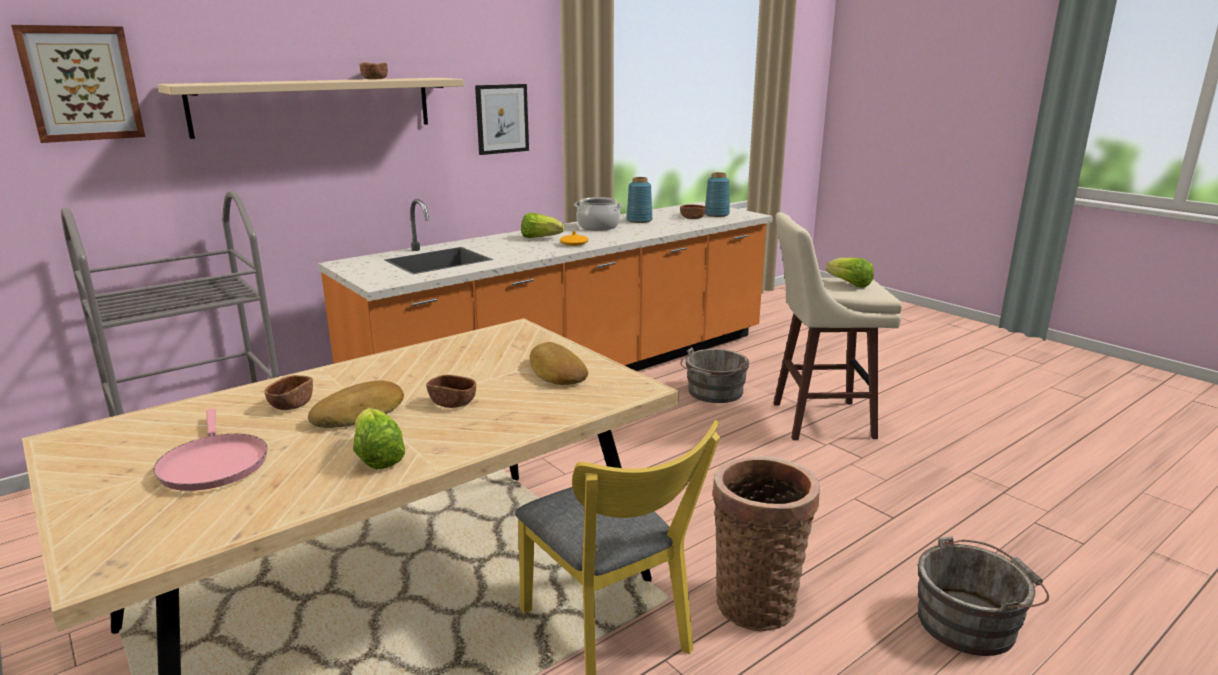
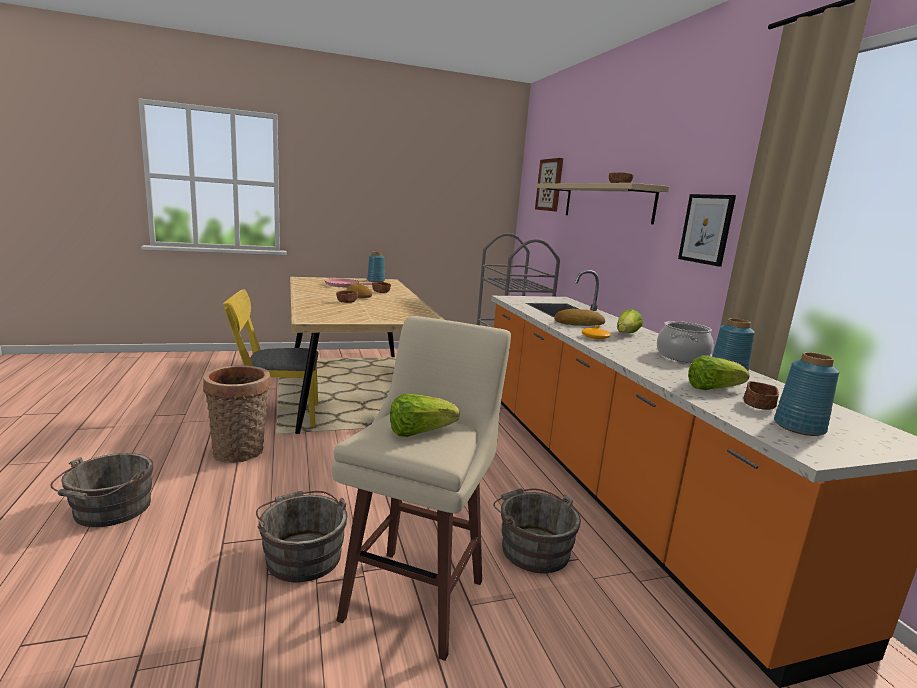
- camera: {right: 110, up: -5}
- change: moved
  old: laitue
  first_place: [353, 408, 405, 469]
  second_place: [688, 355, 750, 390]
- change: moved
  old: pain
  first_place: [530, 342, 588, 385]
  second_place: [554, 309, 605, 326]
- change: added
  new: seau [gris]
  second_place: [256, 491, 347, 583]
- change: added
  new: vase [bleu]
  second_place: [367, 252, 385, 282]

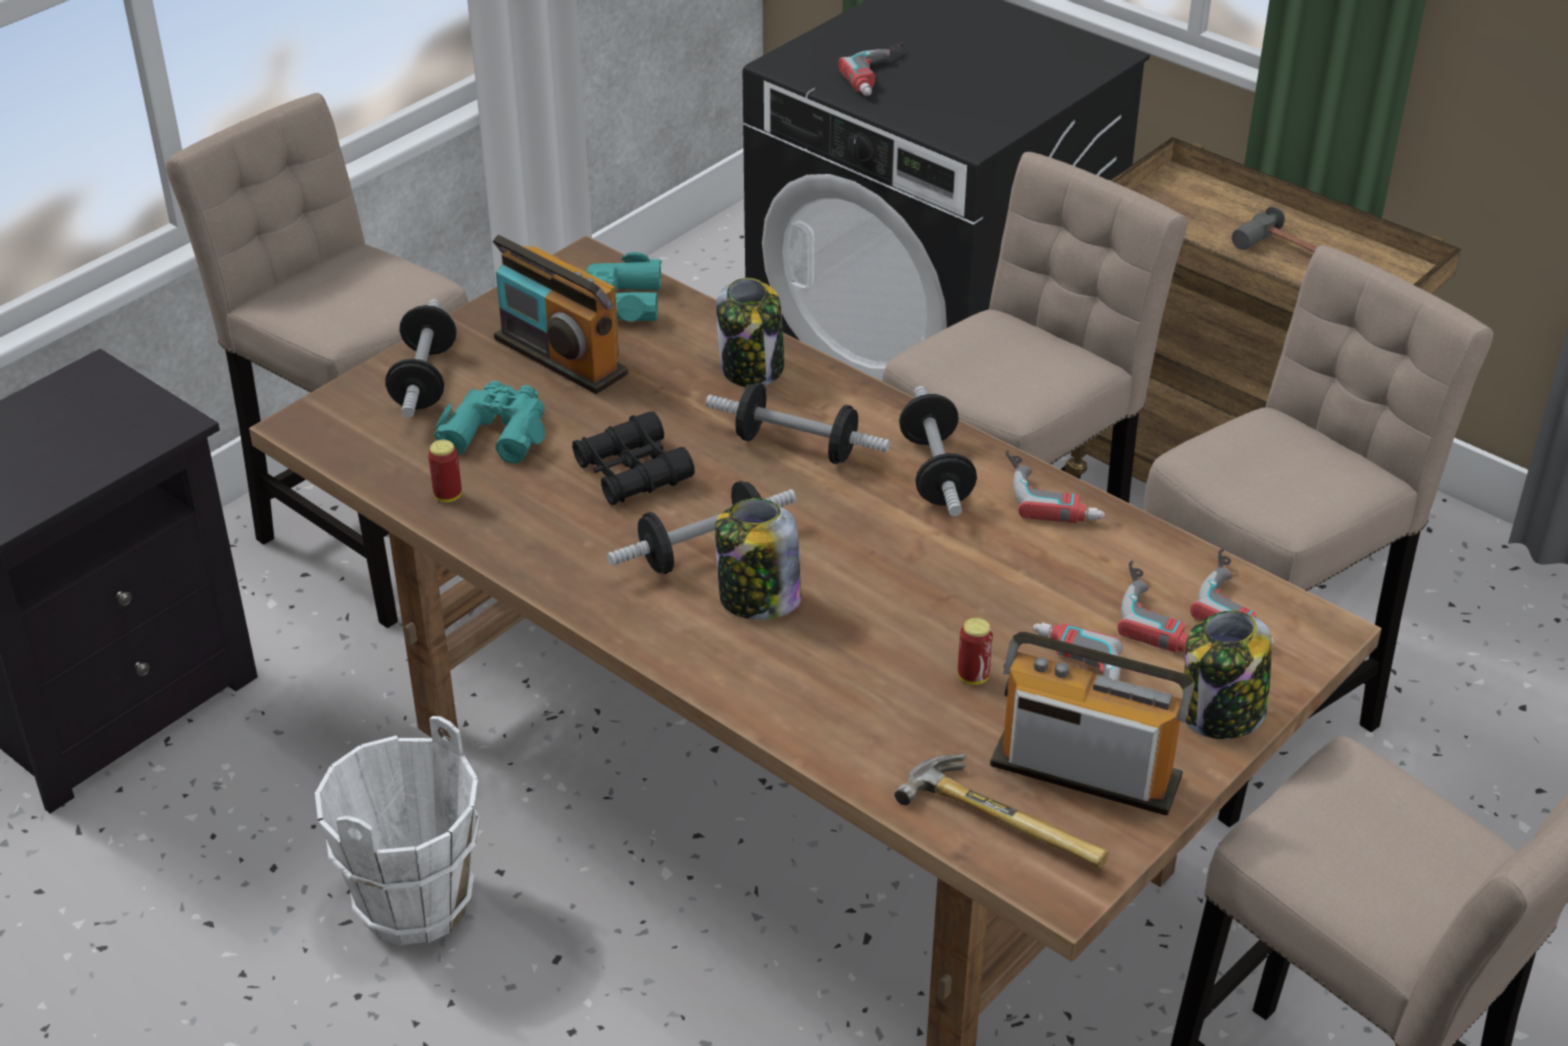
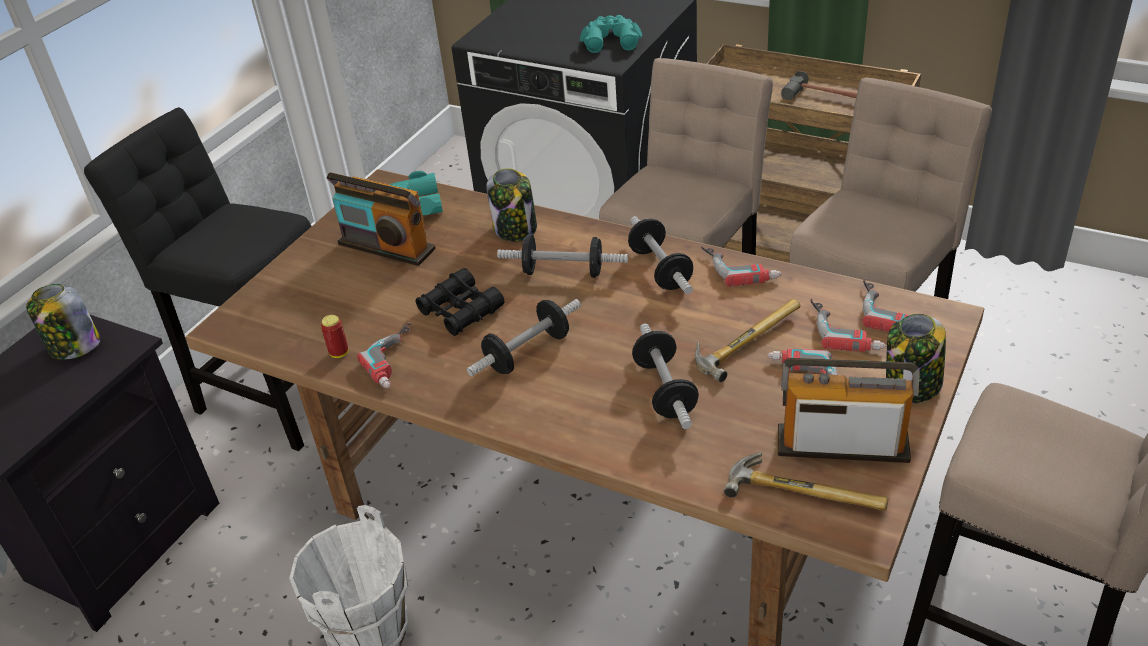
- camera: {right: -10, up: 0}
- change: recoloured
  old: tabouret [beige]
  new: tabouret [noir]
  first_place: [166, 93, 468, 628]
  second_place: [84, 107, 312, 451]
- change: moved
  old: haltère
  first_place: [385, 299, 457, 418]
  second_place: [632, 324, 699, 429]
- change: moved
  old: jumelles [turquoise]
  first_place: [434, 381, 545, 463]
  second_place: [580, 15, 642, 53]
- change: moved
  old: bocal
  first_place: [715, 498, 801, 620]
  second_place: [26, 284, 101, 360]
- change: moved
  old: perceuse
  first_place: [838, 43, 905, 96]
  second_place: [357, 322, 411, 388]
- change: removed
  old: boîte métallique
  first_place: [958, 618, 993, 685]
- change: added
  new: marteau
  second_place: [695, 299, 800, 382]

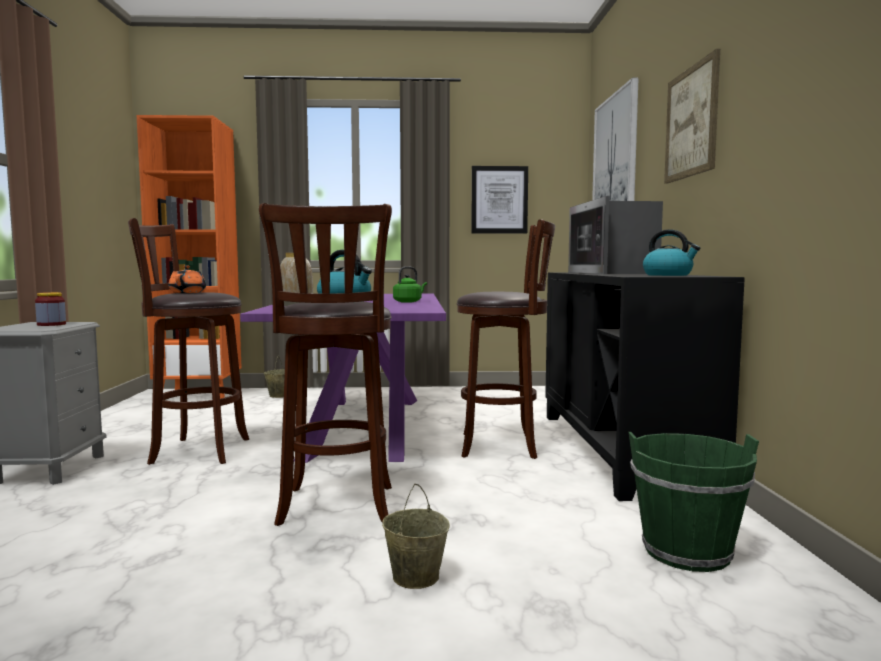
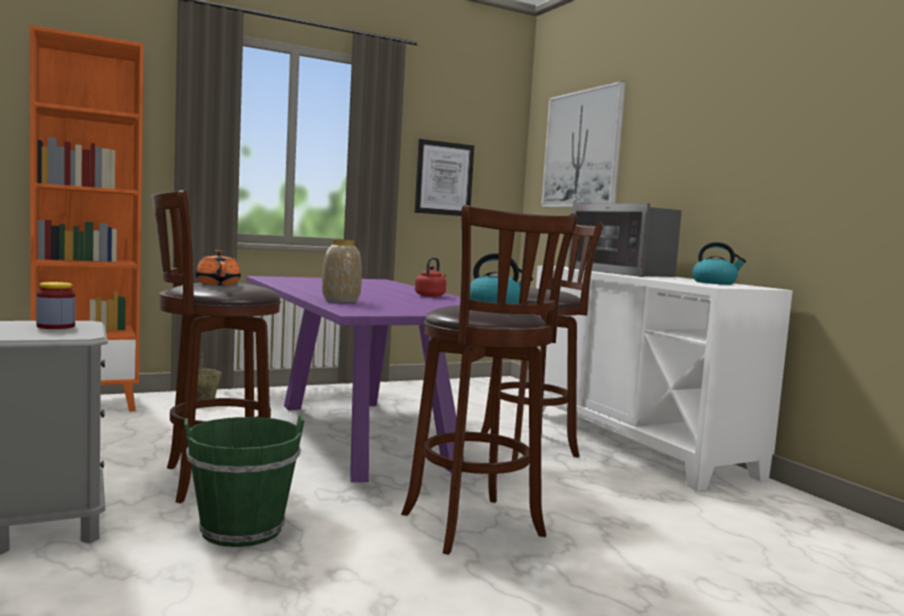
- camera: {right: -25, up: 0}
- change: removed
  old: seau [beige]
  first_place: [382, 484, 450, 589]
- change: recoloured
  old: bouilloire [vert]
  new: bouilloire [rouge]
  first_place: [393, 266, 427, 303]
  second_place: [415, 257, 446, 297]
- change: recoloured
  old: meuble de rangement [noir]
  new: meuble de rangement [blanc]
  first_place: [545, 272, 745, 501]
  second_place: [528, 266, 793, 491]
- change: moved
  old: seau [vert]
  first_place: [628, 432, 759, 572]
  second_place: [184, 415, 305, 547]
- change: removed
  old: tableau
  first_place: [664, 49, 720, 184]

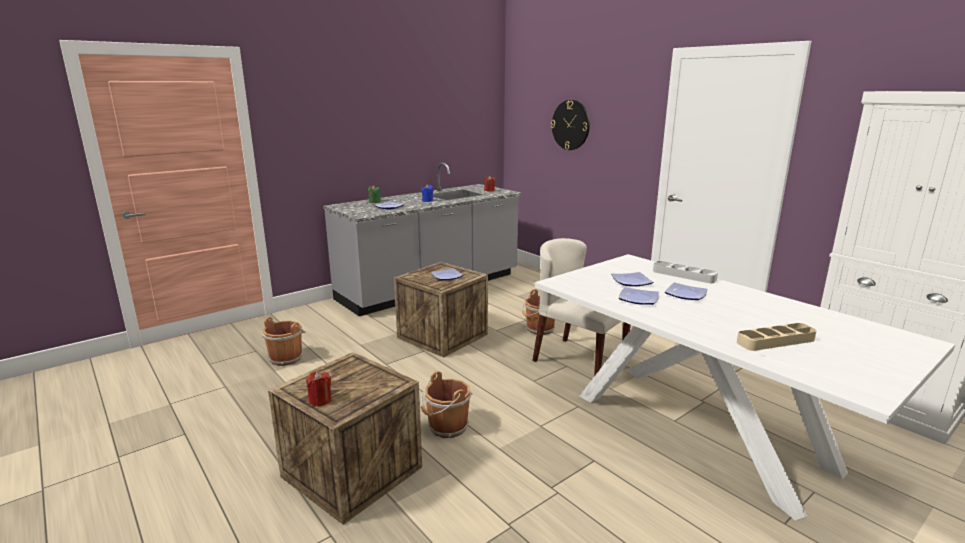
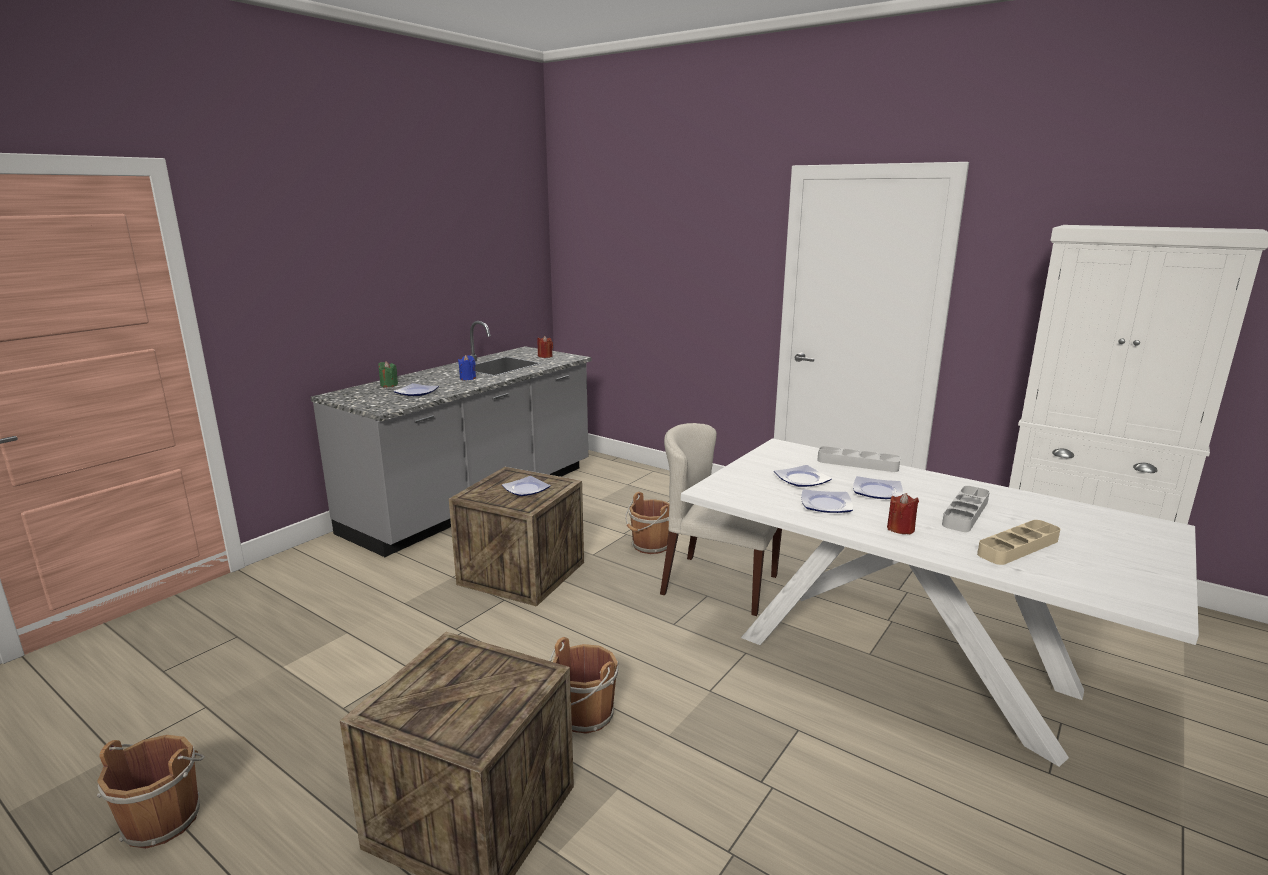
- camera: {right: -15, up: 0}
- change: moved
  old: seau [marron]
  first_place: [262, 317, 306, 366]
  second_place: [97, 735, 205, 849]
- change: moved
  old: bougie [rouge]
  first_place: [306, 371, 332, 407]
  second_place: [887, 493, 919, 534]
- change: removed
  old: horloge murale
  first_place: [551, 100, 590, 150]
- change: added
  new: plateau [gris]
  second_place: [942, 486, 990, 532]

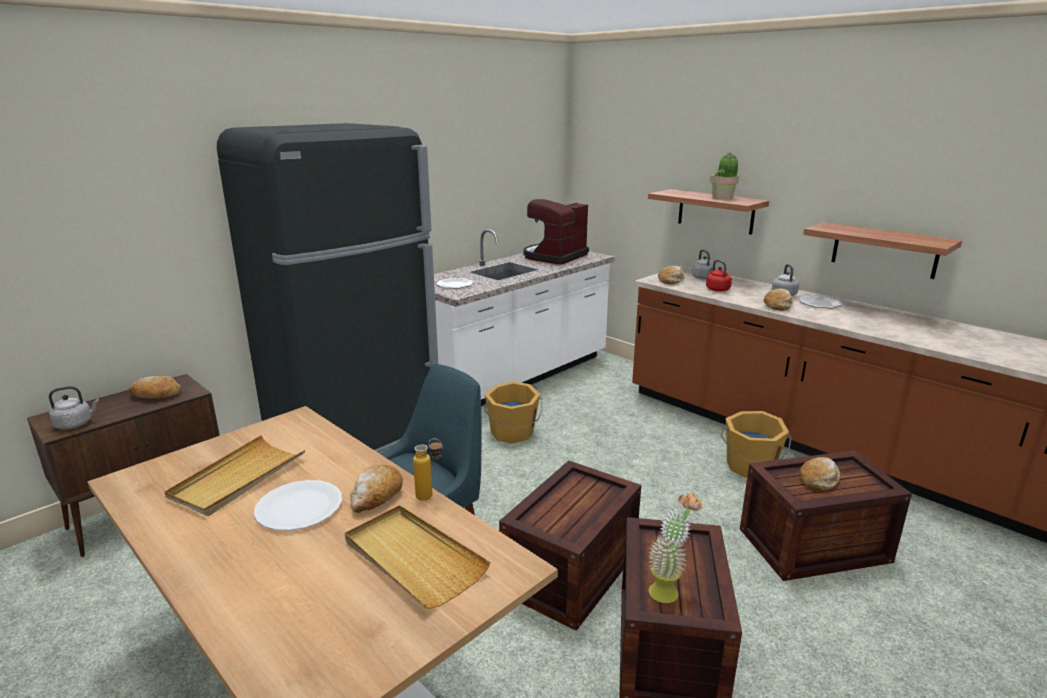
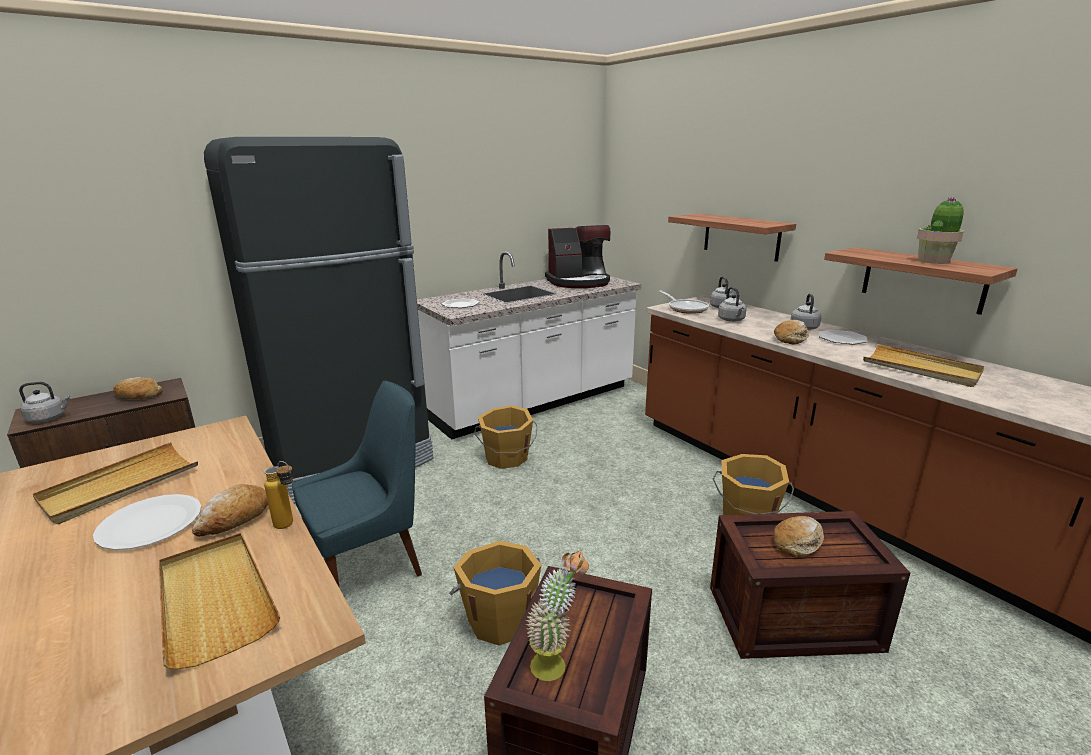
- camera: {right: 10, up: 0}
- change: replaced
  old: caisse
  new: seau [orange]
  first_place: [499, 460, 641, 631]
  second_place: [450, 541, 541, 646]
- change: turned
  old: machine à café
  first_place: [524, 199, 589, 265]
  second_place: [545, 225, 610, 288]
  degrees: -150
- change: replaced
  old: pain
  new: poêle
  first_place: [658, 266, 685, 285]
  second_place: [659, 290, 709, 314]
- change: recoloured
  old: bouilloire [rouge]
  new: bouilloire [gris]
  first_place: [706, 260, 732, 292]
  second_place: [718, 287, 746, 322]
- change: moved
  old: plante en pot
  first_place: [710, 152, 739, 200]
  second_place: [917, 197, 964, 264]
- change: added
  new: plateau [beige]
  second_place: [863, 344, 984, 387]

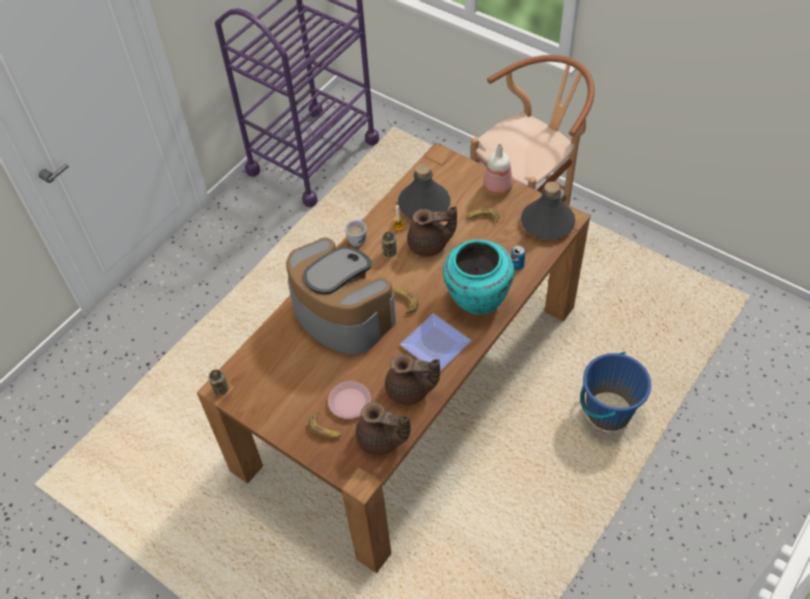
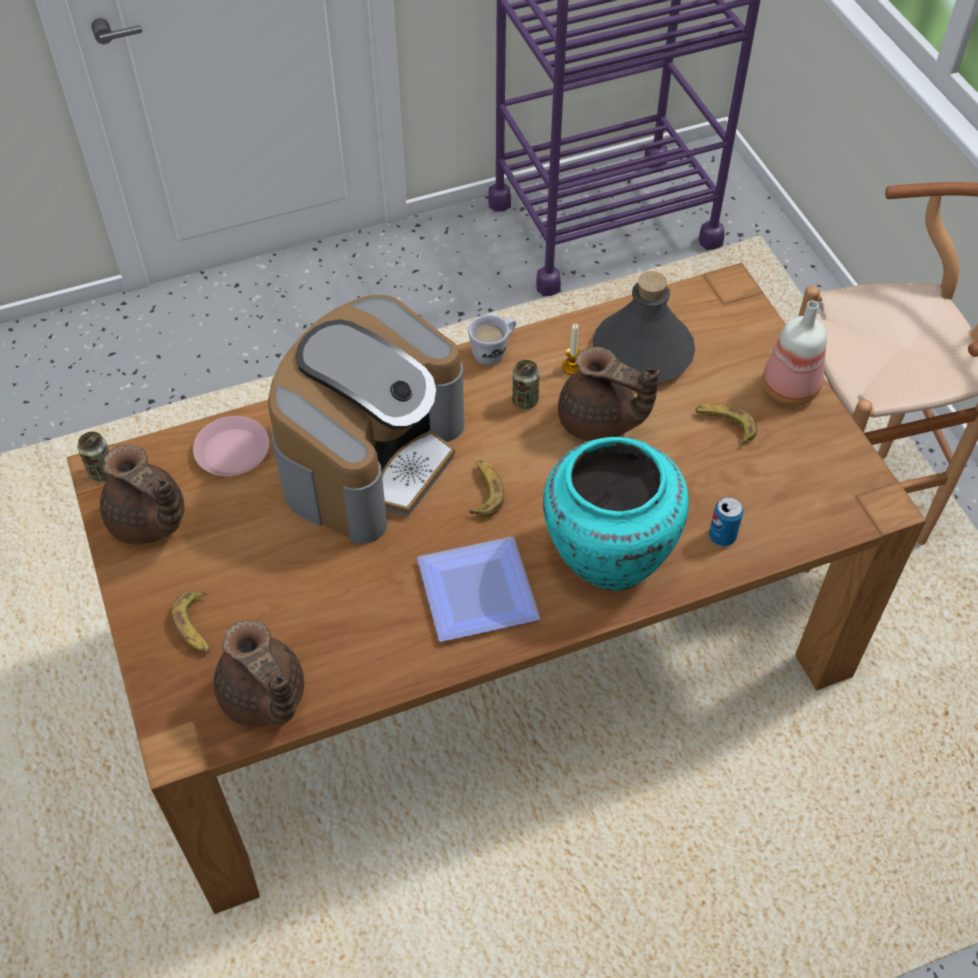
- camera: {right: 30, up: 0}
- change: turned
  old: machine à café
  first_place: [286, 237, 396, 354]
  second_place: [268, 295, 464, 544]
  degrees: 45
- change: moved
  old: assiette [rose]
  first_place: [328, 381, 371, 419]
  second_place: [193, 416, 270, 476]
- change: moved
  old: théière [marron]
  first_place: [385, 354, 440, 405]
  second_place: [100, 445, 184, 544]
- change: removed
  old: bouteille [gris]
  first_place: [521, 182, 575, 240]
- change: removed
  old: seau [bleu]
  first_place: [580, 352, 651, 431]

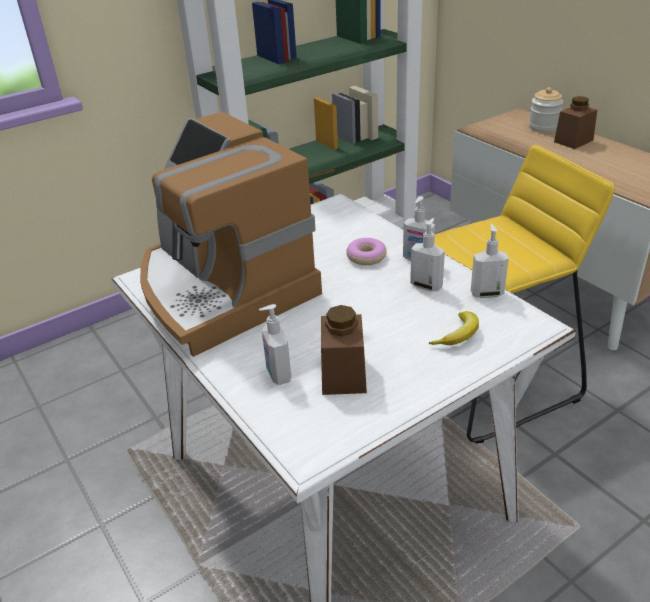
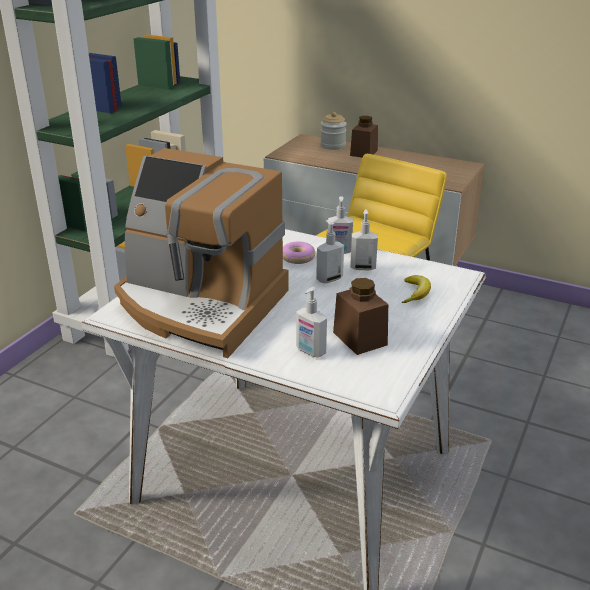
- camera: {right: -30, up: -5}
- change: moved
  old: distributeur de savon
  first_place: [471, 224, 509, 298]
  second_place: [316, 220, 344, 283]

